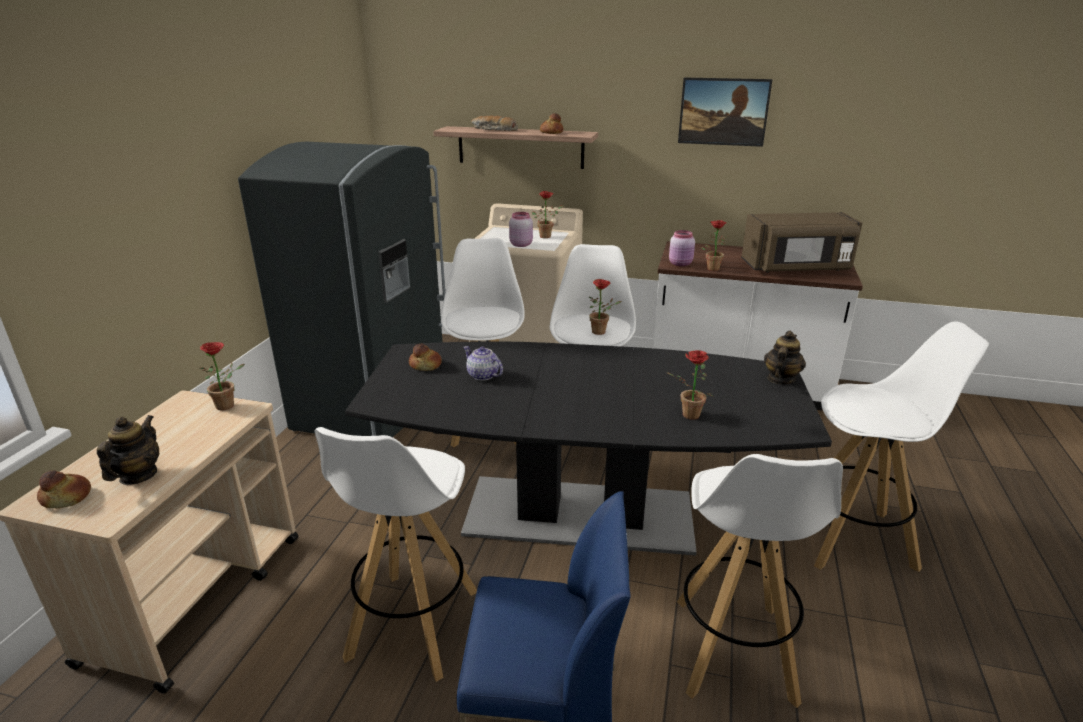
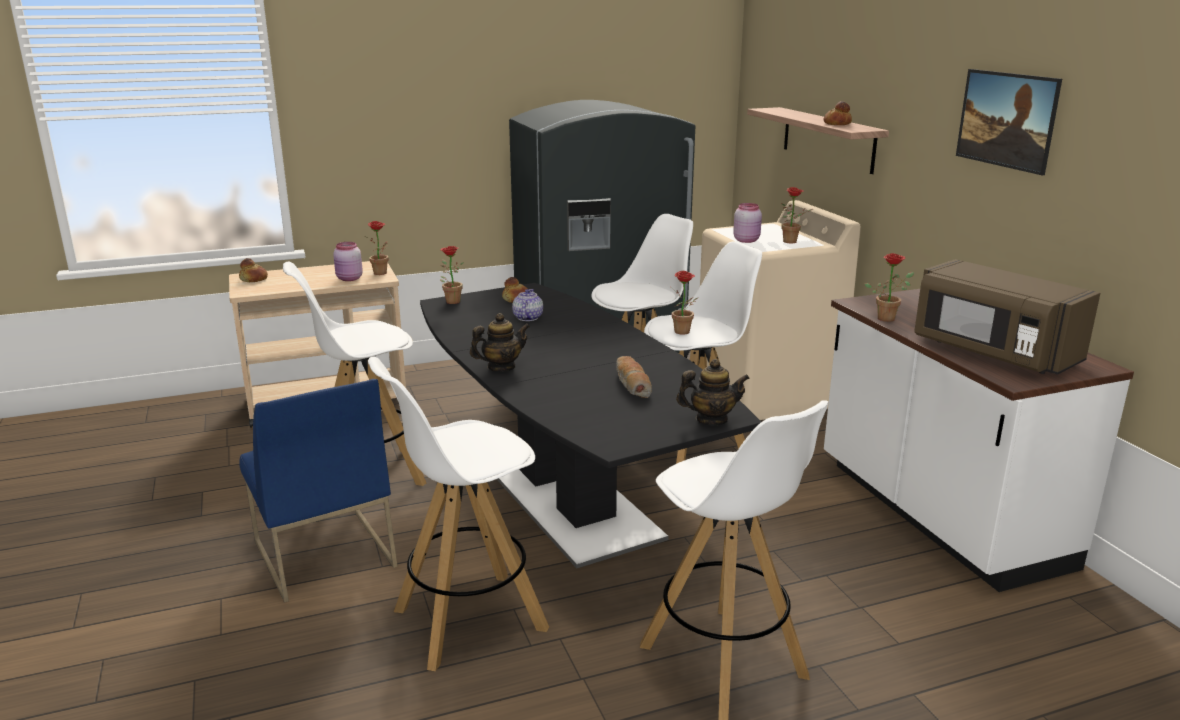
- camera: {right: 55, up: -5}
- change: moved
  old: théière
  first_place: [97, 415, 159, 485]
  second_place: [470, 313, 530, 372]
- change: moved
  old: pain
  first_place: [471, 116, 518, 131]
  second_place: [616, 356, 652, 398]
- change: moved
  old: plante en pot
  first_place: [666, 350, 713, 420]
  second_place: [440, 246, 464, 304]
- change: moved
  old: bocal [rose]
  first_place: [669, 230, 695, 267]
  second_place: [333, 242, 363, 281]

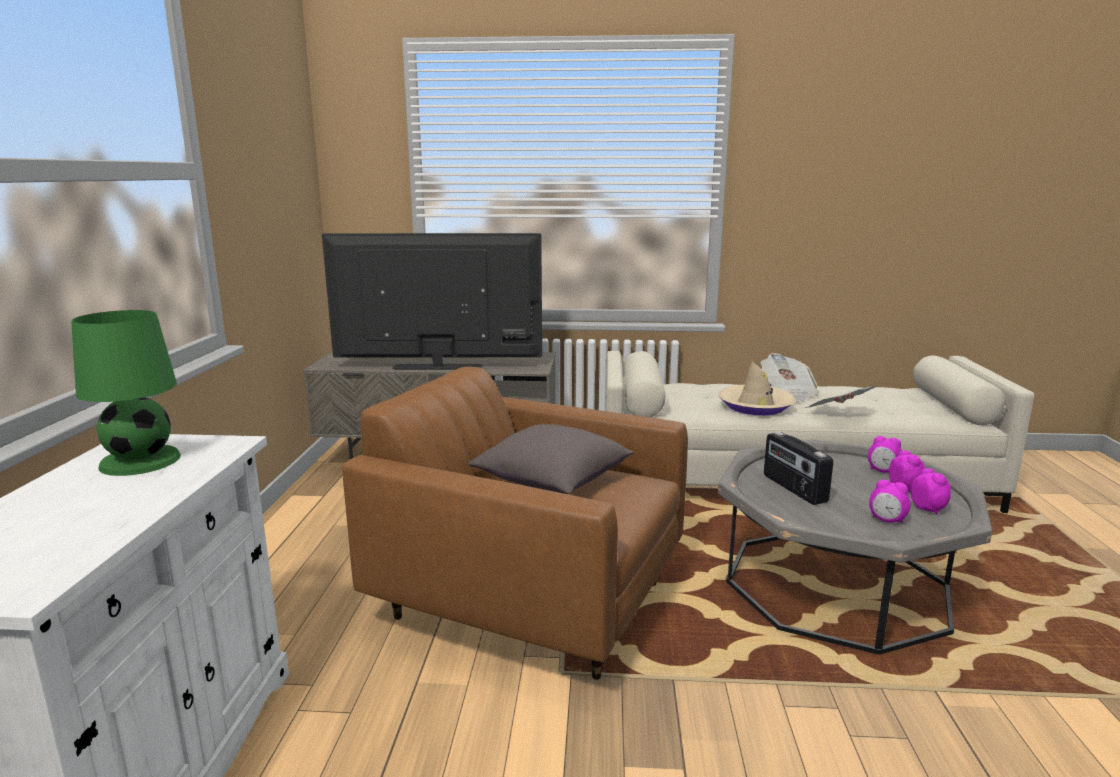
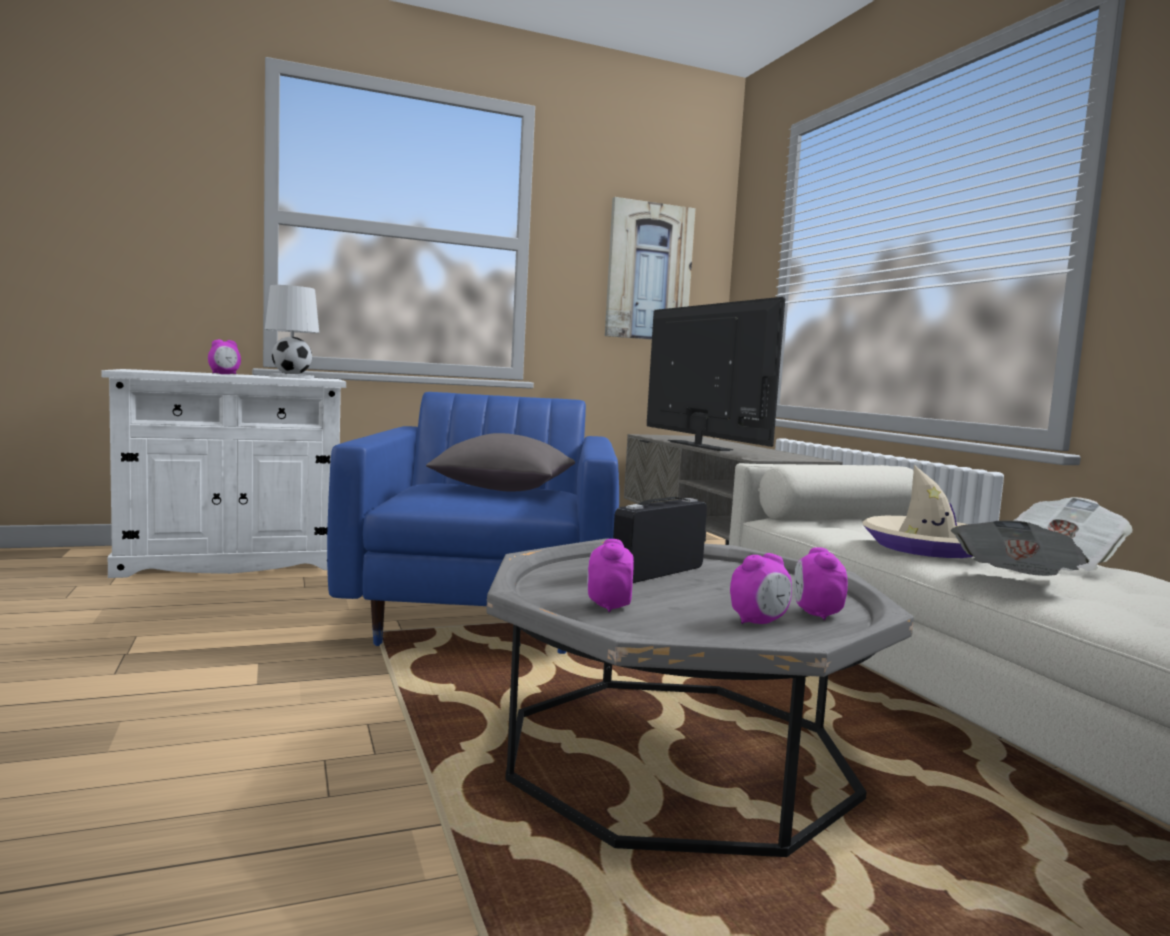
- camera: {right: 65, up: -10}
- change: recoloured
  old: lampe de table [vert]
  new: lampe de table [blanc]
  first_place: [71, 310, 181, 476]
  second_place: [265, 285, 319, 379]
- change: recoloured
  old: fauteuil [marron]
  new: fauteuil [bleu]
  first_place: [342, 367, 688, 680]
  second_place: [327, 392, 619, 654]
- change: moved
  old: réveil
  first_place: [911, 469, 951, 514]
  second_place: [208, 339, 241, 374]
- change: added
  new: tableau
  second_place: [605, 197, 696, 340]

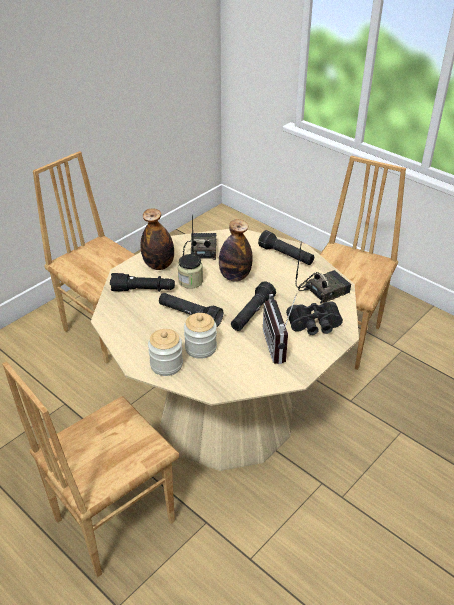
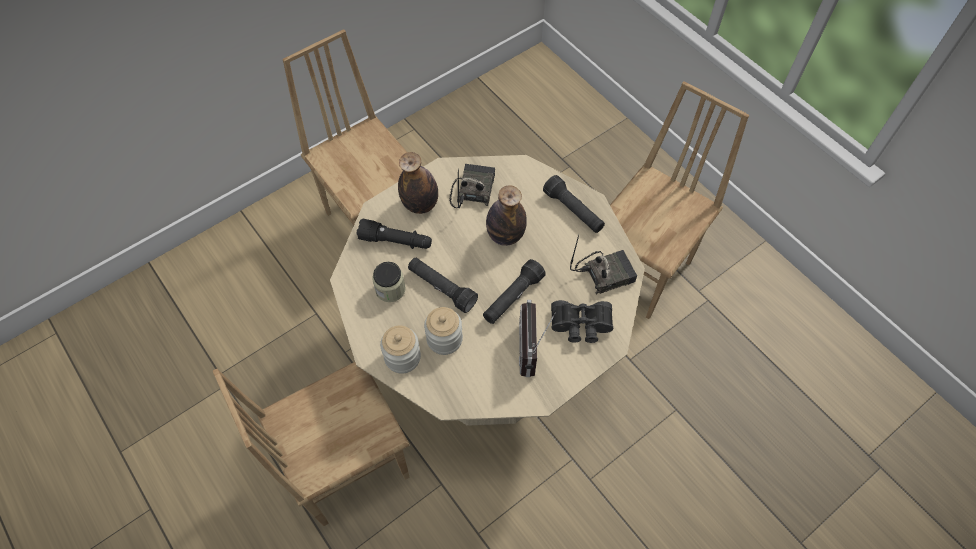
- camera: {right: 10, up: 20}
- change: moved
  old: bocal
  first_place: [178, 254, 203, 289]
  second_place: [372, 262, 406, 302]

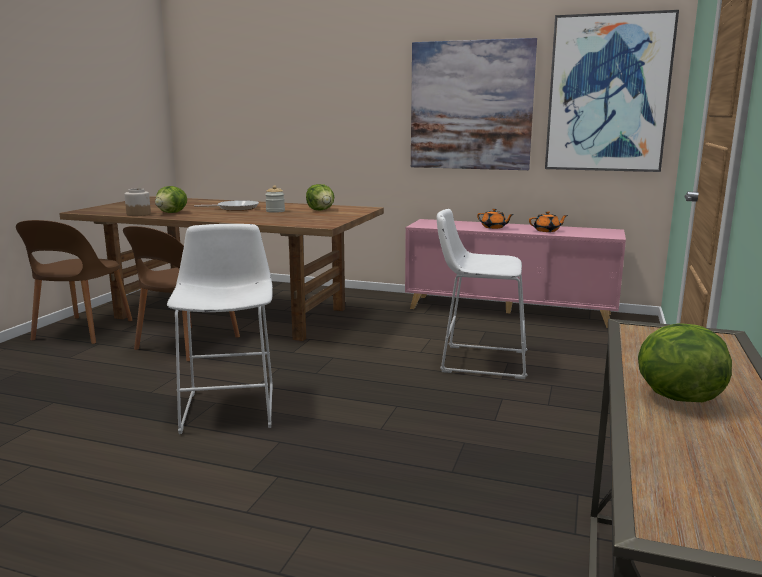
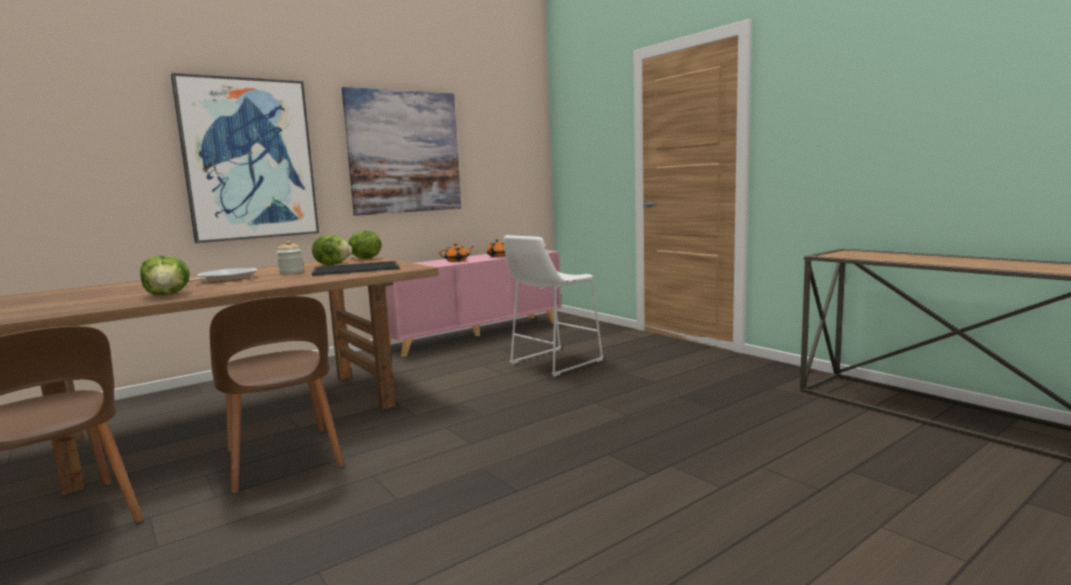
- camera: {right: -55, up: -5}
- change: removed
  old: bocal
  first_place: [124, 188, 151, 216]
- change: removed
  old: tabouret [blanc]
  first_place: [167, 224, 273, 434]
- change: moved
  old: tableau
  first_place: [545, 10, 679, 172]
  second_place: [171, 73, 319, 243]
- change: moved
  old: laitue
  first_place: [638, 323, 732, 402]
  second_place: [347, 230, 382, 259]
- change: added
  new: plateau
  second_place: [312, 261, 399, 276]

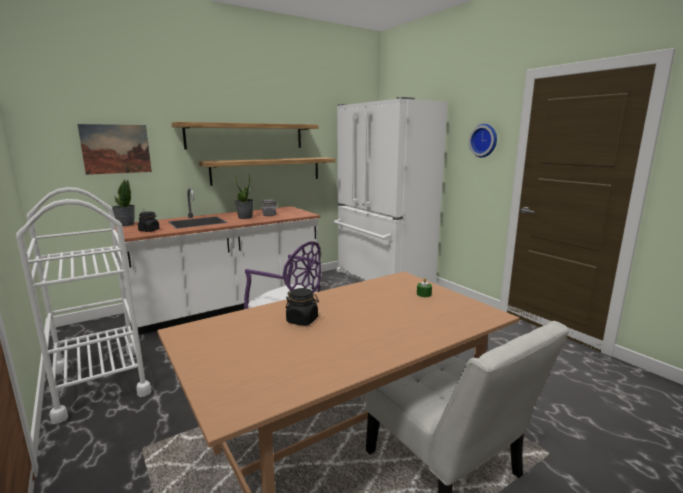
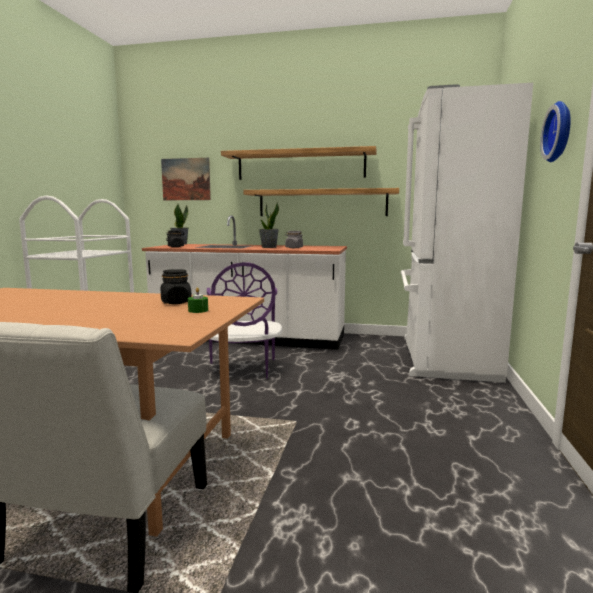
- camera: {right: 45, up: -5}
- change: moved
  old: bocal [noir]
  first_place: [286, 288, 319, 326]
  second_place: [161, 269, 192, 304]

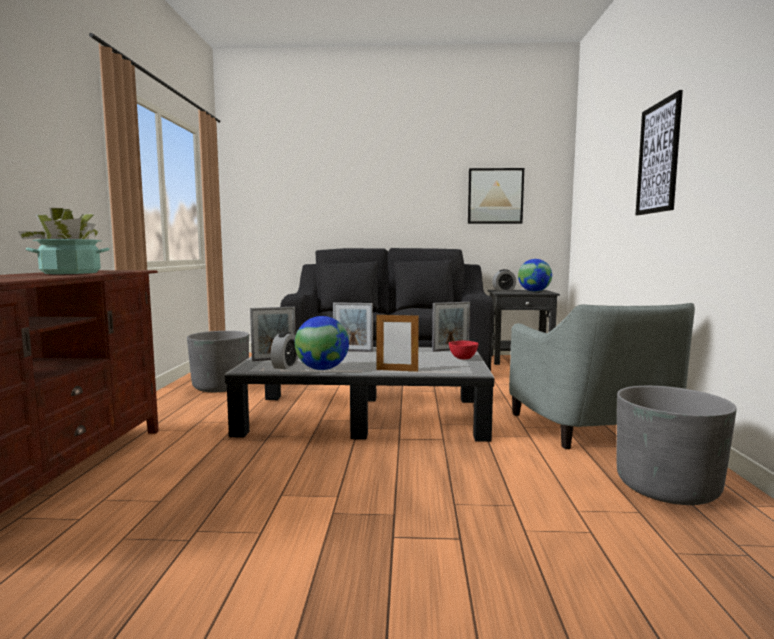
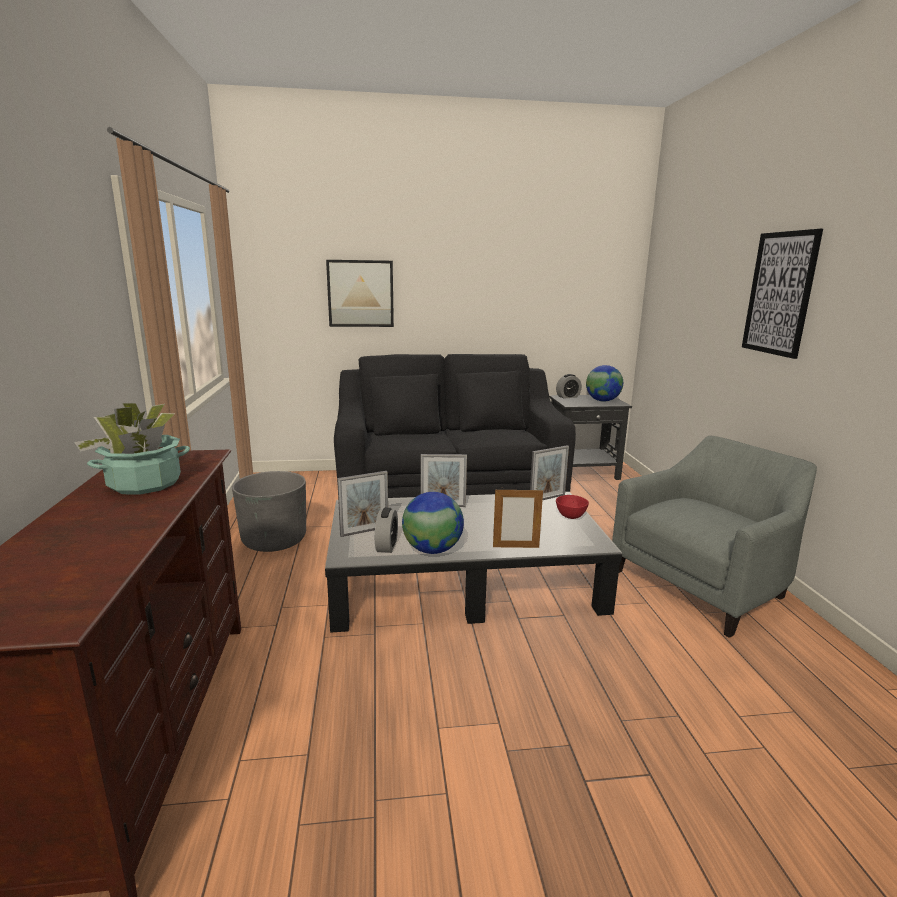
- camera: {right: -10, up: 10}
- change: moved
  old: tableau
  first_place: [468, 168, 524, 224]
  second_place: [326, 260, 394, 327]
- change: turned
  old: fauteuil [gris]
  first_place: [509, 303, 695, 449]
  second_place: [612, 436, 817, 638]
  degrees: -105
- change: removed
  old: cache-pot [gris]
  first_place: [617, 386, 737, 505]

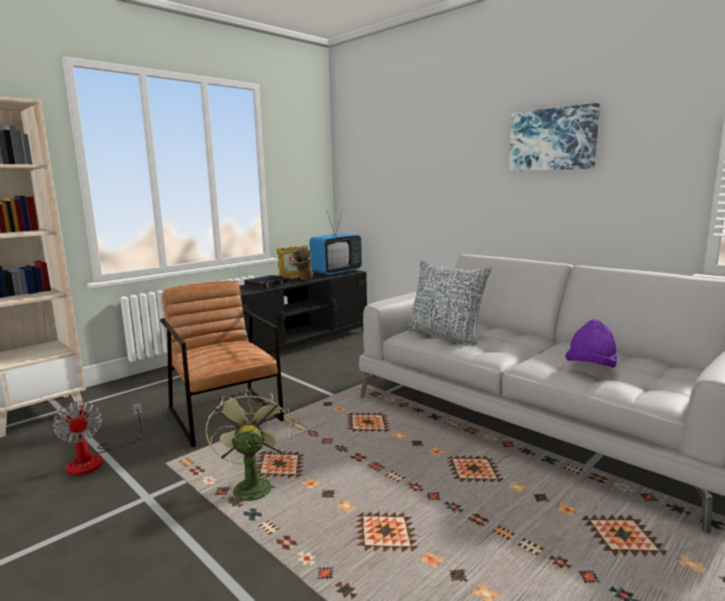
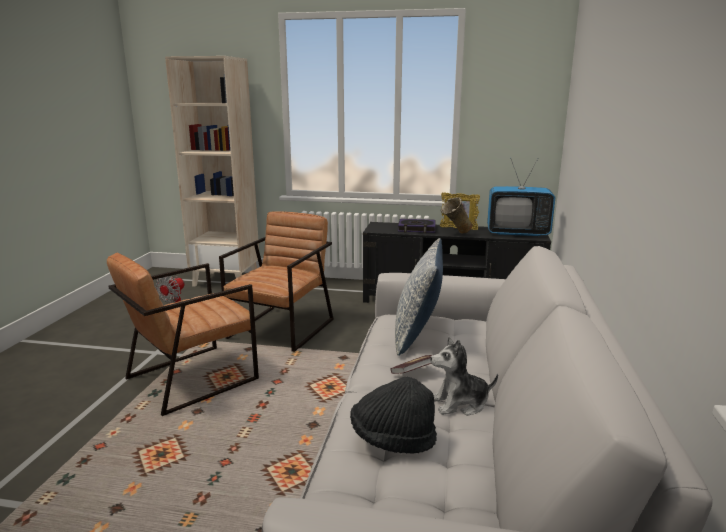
- camera: {right: 55, up: 5}
- change: replaced
  old: ventilateur [vert]
  new: fauteuil [marron]
  first_place: [206, 388, 292, 506]
  second_place: [107, 253, 259, 416]
- change: removed
  old: tableau
  first_place: [509, 103, 600, 171]
- change: recoloured
  old: chapeau [violet]
  new: chapeau [noir]
  first_place: [566, 320, 617, 368]
  second_place: [350, 377, 437, 453]
- change: added
  new: livre
  second_place: [390, 355, 432, 374]
- change: added
  new: peluche
  second_place: [430, 337, 498, 416]

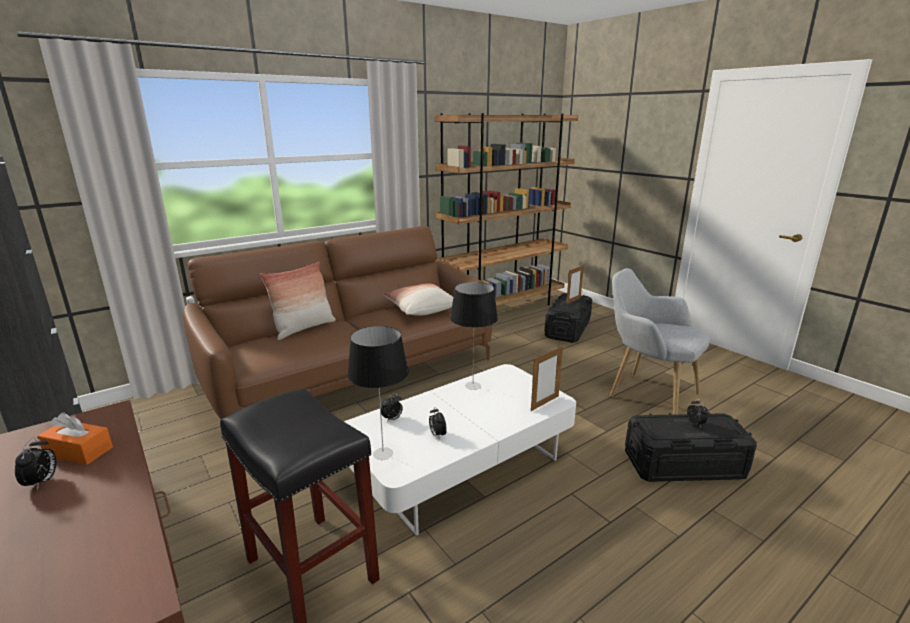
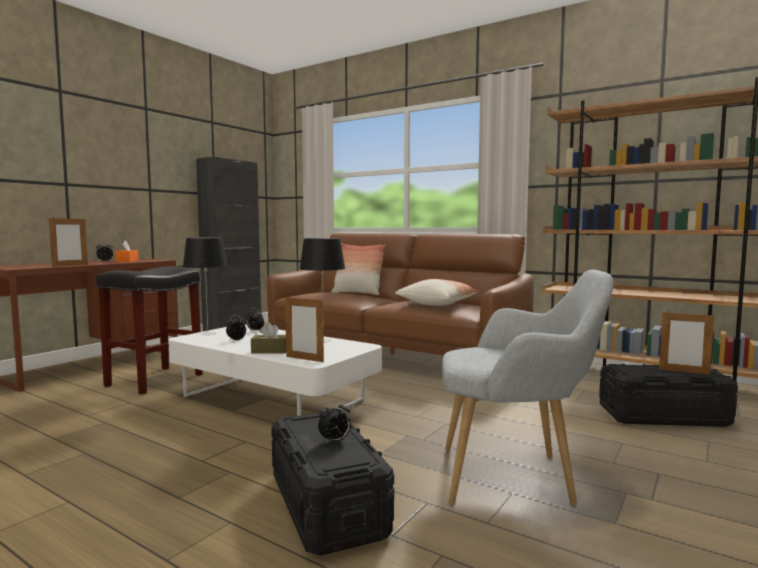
- camera: {right: 70, up: -15}
- change: turned
  old: fauteuil [gris]
  first_place: [610, 268, 710, 414]
  second_place: [442, 270, 614, 506]
  degrees: 75
- change: added
  new: cadre photo
  second_place: [49, 218, 88, 267]
- change: added
  new: boîte à mouchoirs [marron]
  second_place: [251, 323, 286, 354]

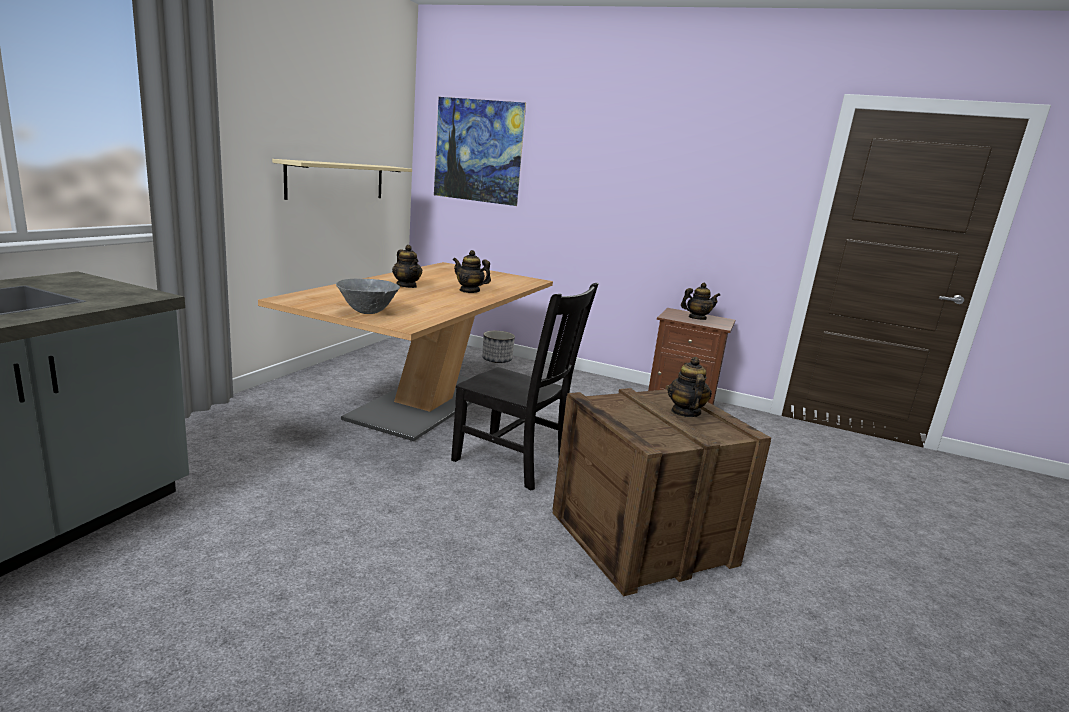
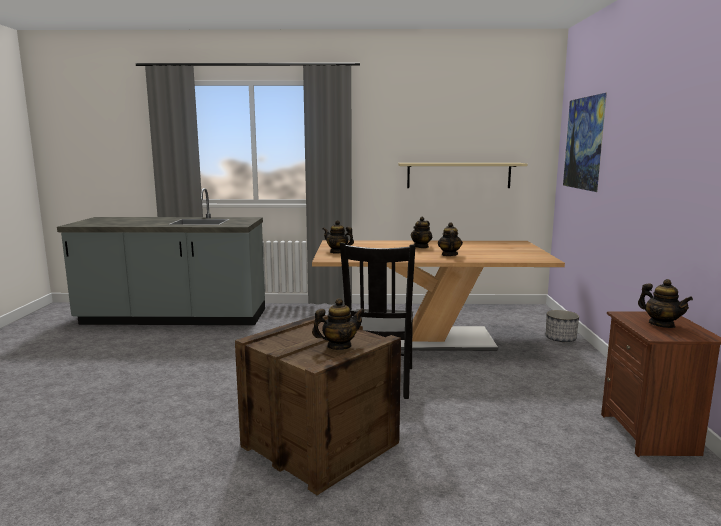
- camera: {right: 70, up: -5}
- change: replaced
  old: bol [gris]
  new: théière
  first_place: [336, 279, 400, 314]
  second_place: [323, 220, 354, 254]

